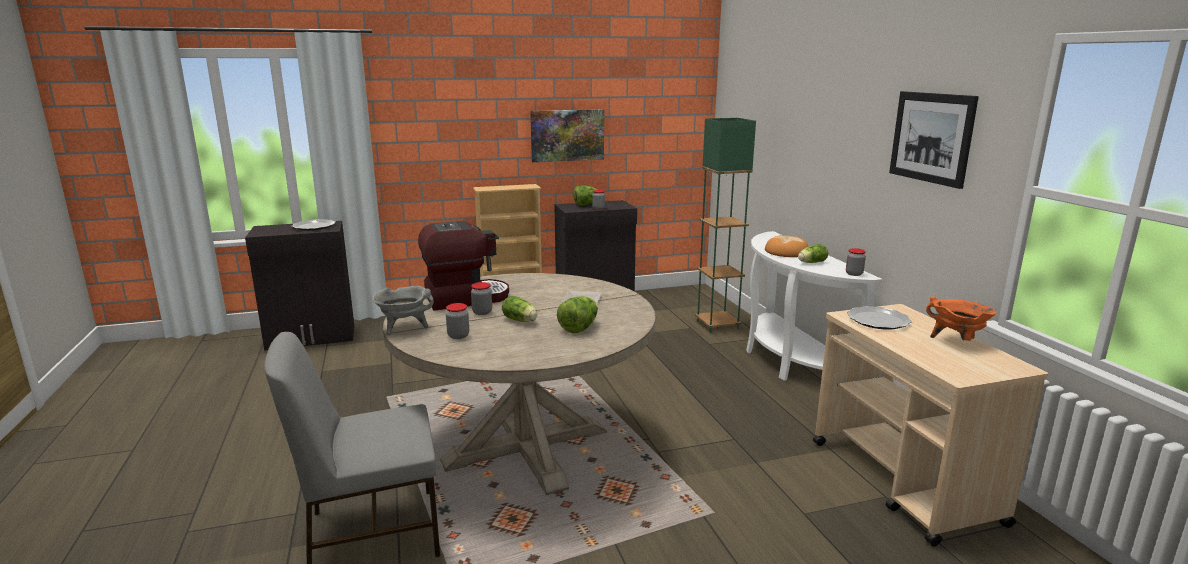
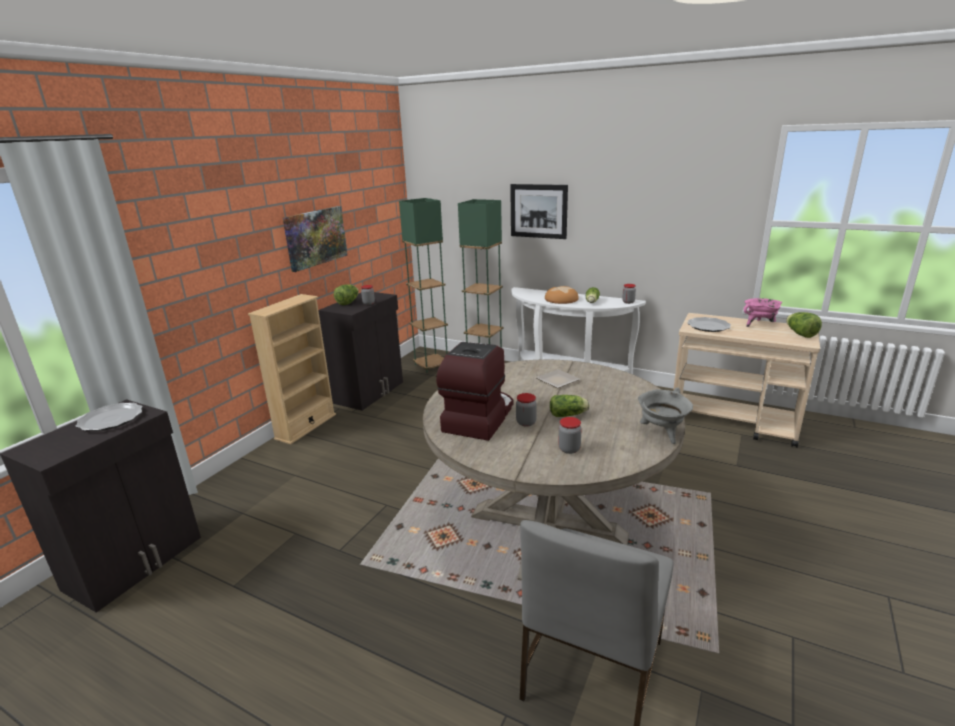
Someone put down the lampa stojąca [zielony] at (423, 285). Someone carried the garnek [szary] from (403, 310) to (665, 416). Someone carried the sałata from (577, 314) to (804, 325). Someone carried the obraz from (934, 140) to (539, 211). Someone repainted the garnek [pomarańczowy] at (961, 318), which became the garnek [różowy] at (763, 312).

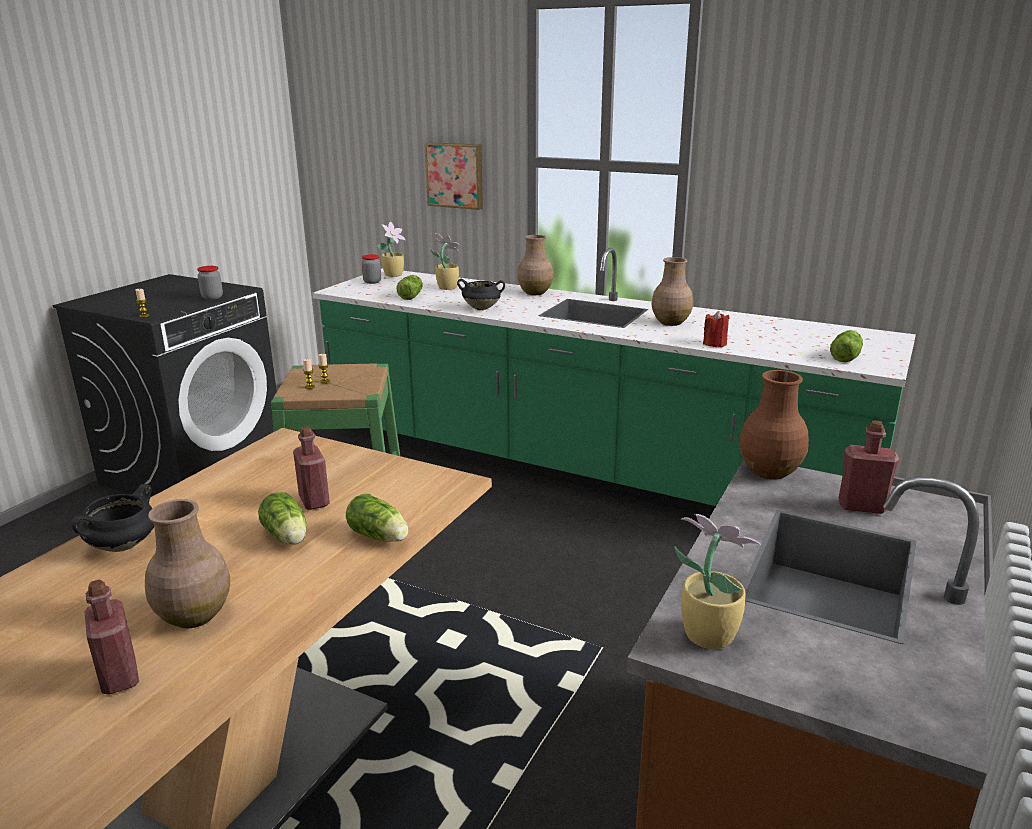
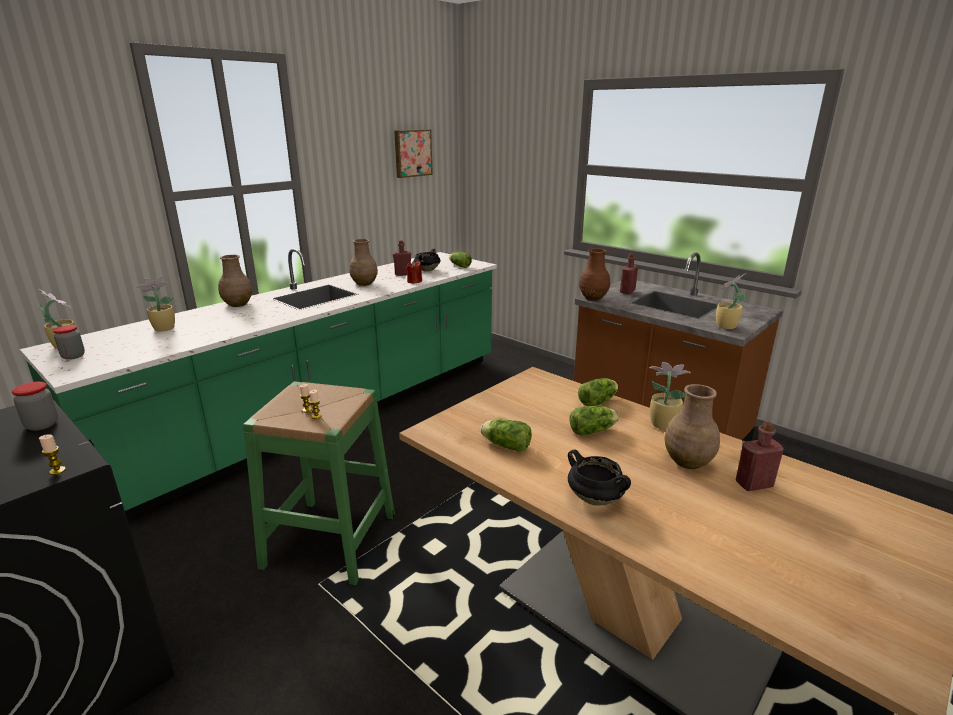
Someone put down the roślina doniczkowa at (670, 396). Someone carried the butelka [czerwony] from (311, 468) to (402, 258). Someone carried the sałata from (409, 287) to (505, 435). Someone carried the obraz from (453, 176) to (413, 153). Someone carried the garnek [czarny] from (481, 294) to (427, 260).

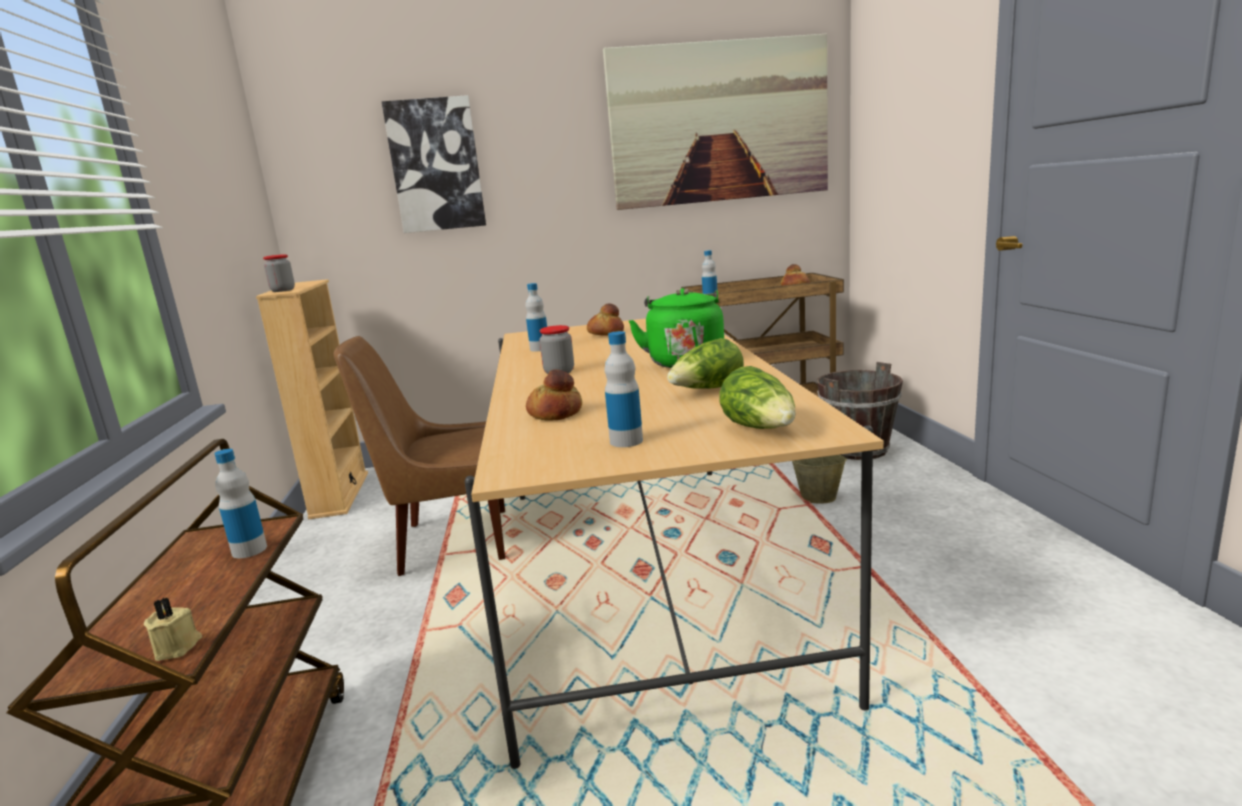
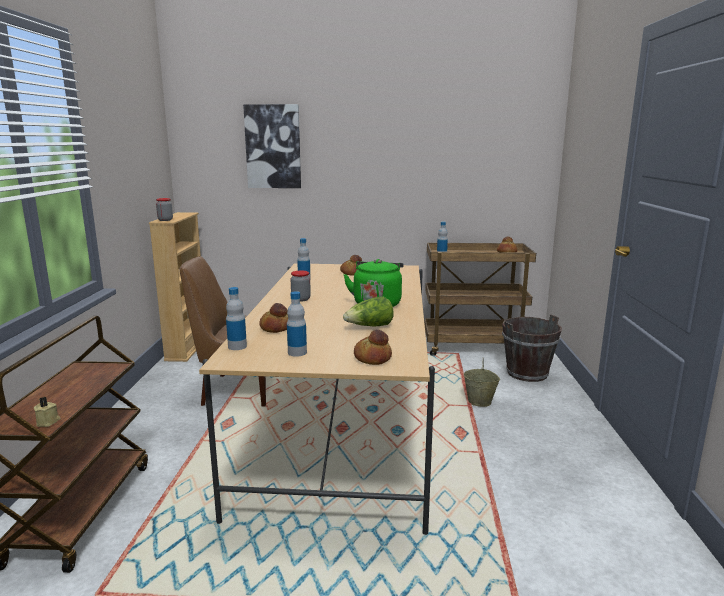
Someone took away the obraz at (715, 121). Someone carried the butelka from (240, 503) to (236, 318). Someone swapped the sałata at (758, 397) for the chleb at (373, 347).

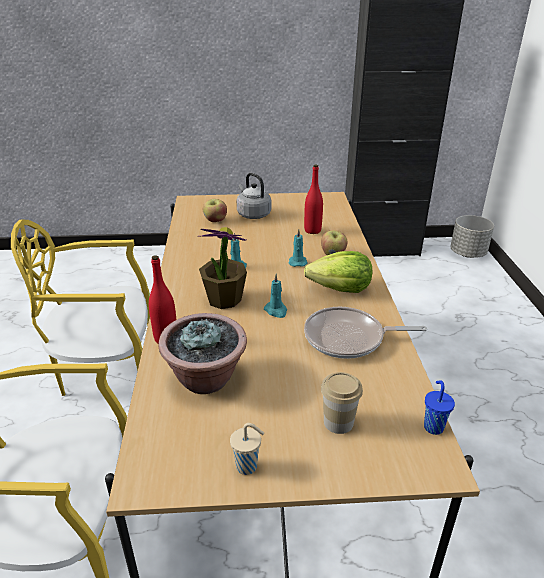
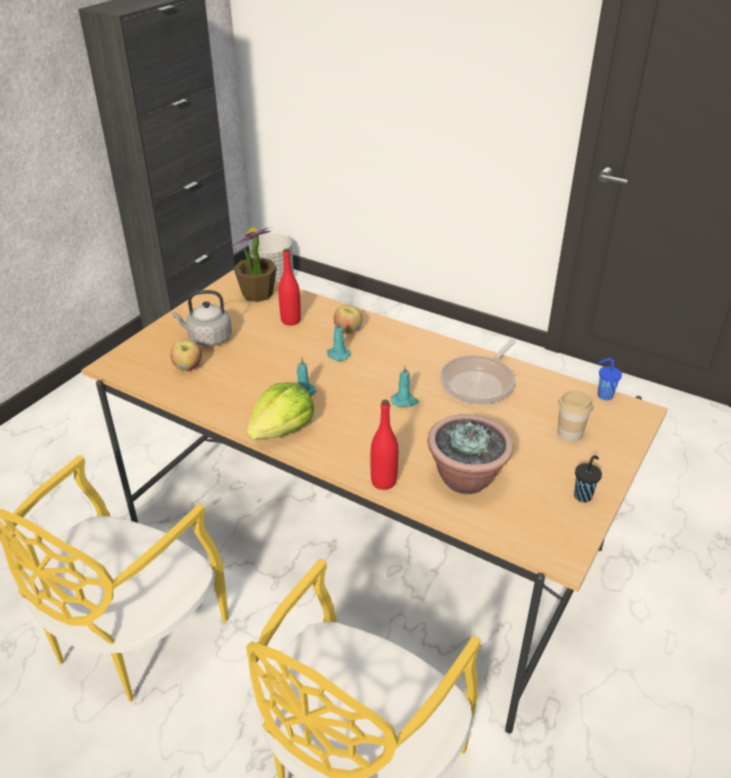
Someone carried the roślina doniczkowa from (223, 268) to (254, 264). Someone carried the sałata from (338, 272) to (280, 411). Someone repainted the filiżanka [beżowy] at (247, 449), which became the filiżanka [czarny] at (588, 478).

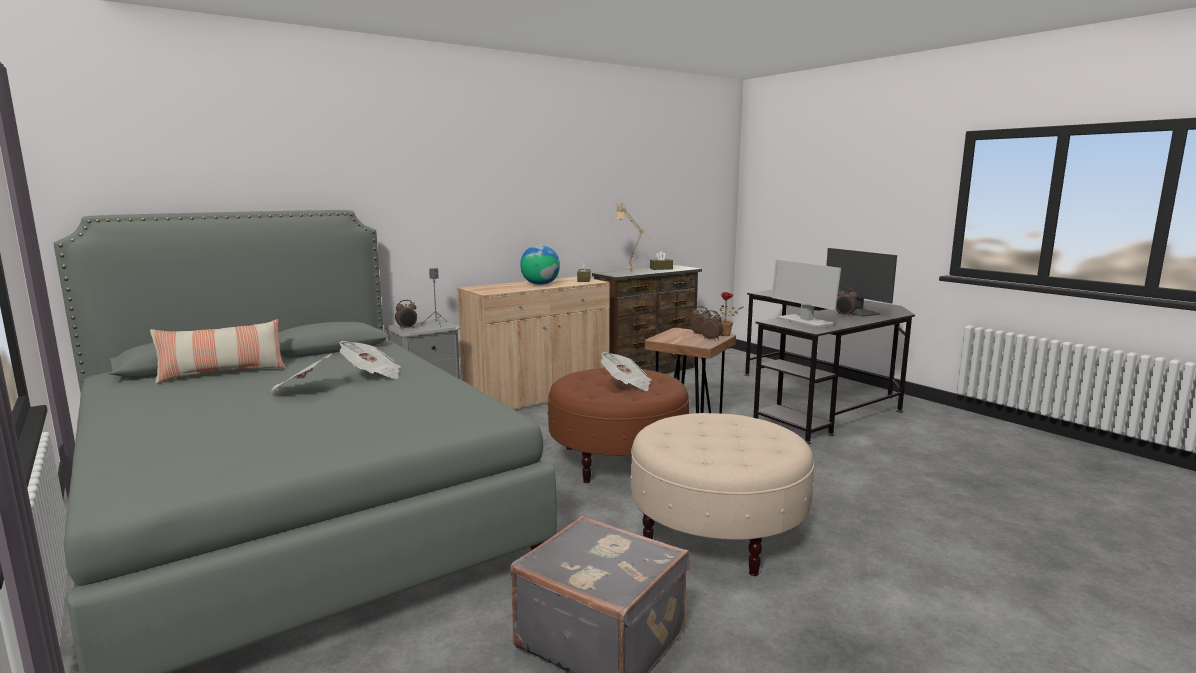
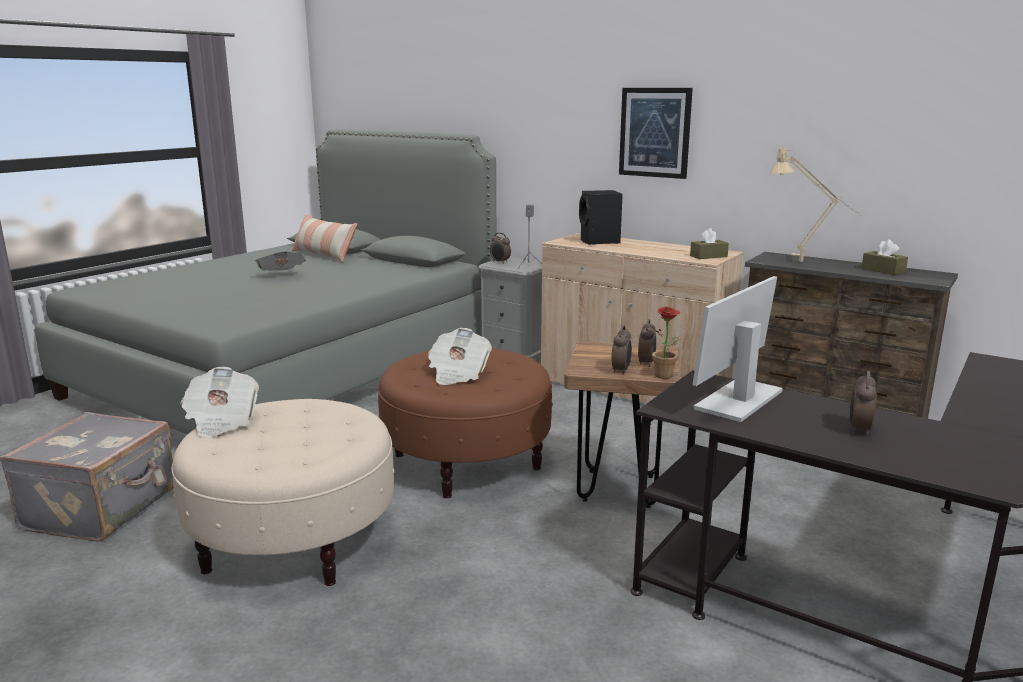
Someone took away the globus at (540, 265). Someone took away the monitor at (861, 282). Someone put down the głośnik [czarny] at (601, 217). Someone put up the obraz at (656, 133). Someone carried the gazeta from (370, 360) to (220, 402).

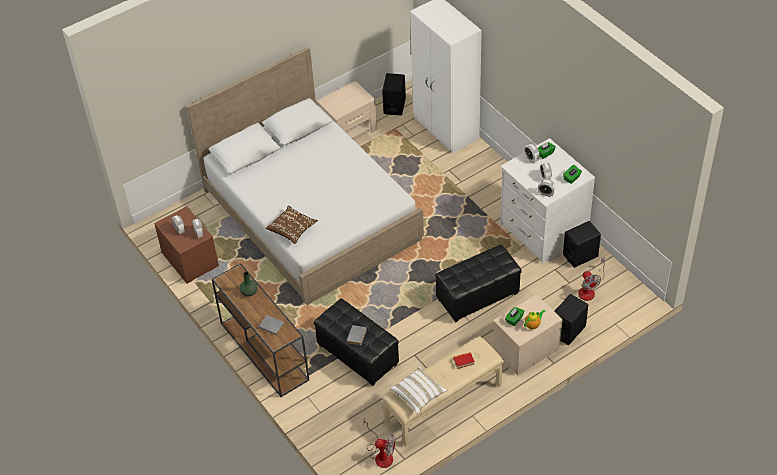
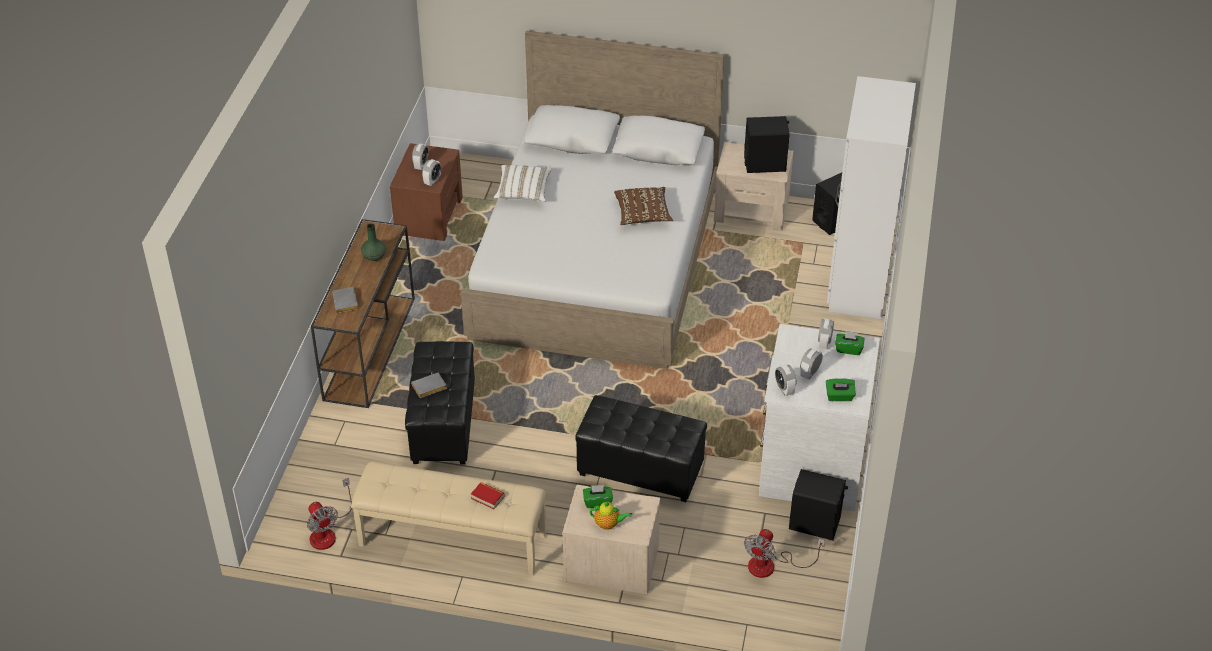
Someone carried the poduszka [brązowy] from (292, 224) to (643, 206). Someone carried the poduszka [biały] from (418, 390) to (523, 183). Someone carried the głośnik [czarny] from (571, 319) to (766, 144).

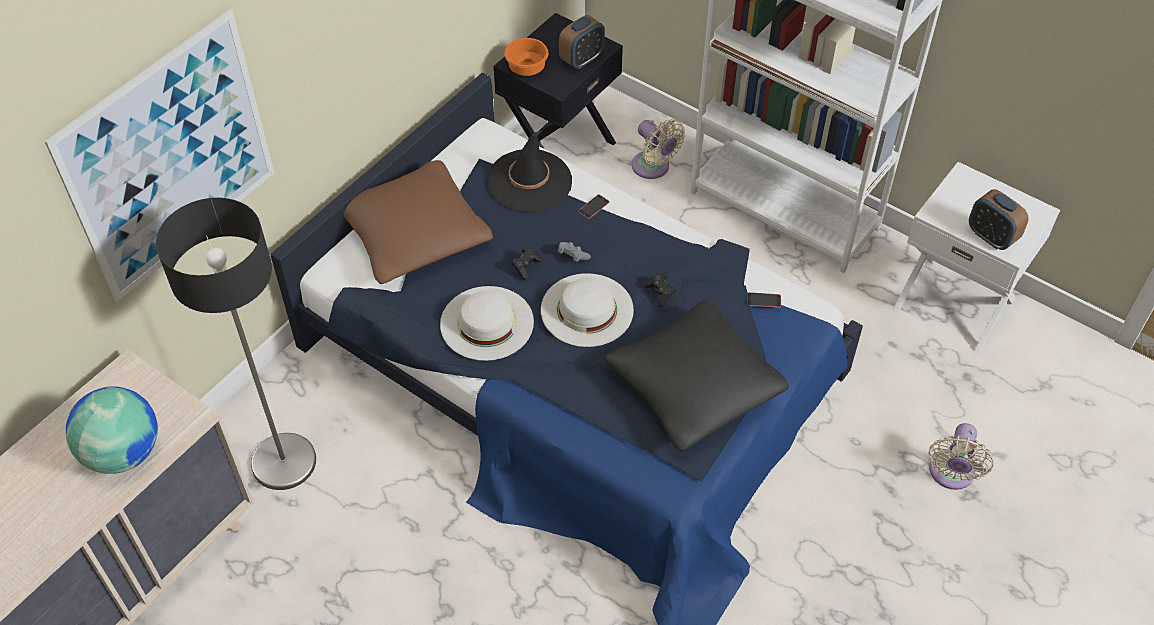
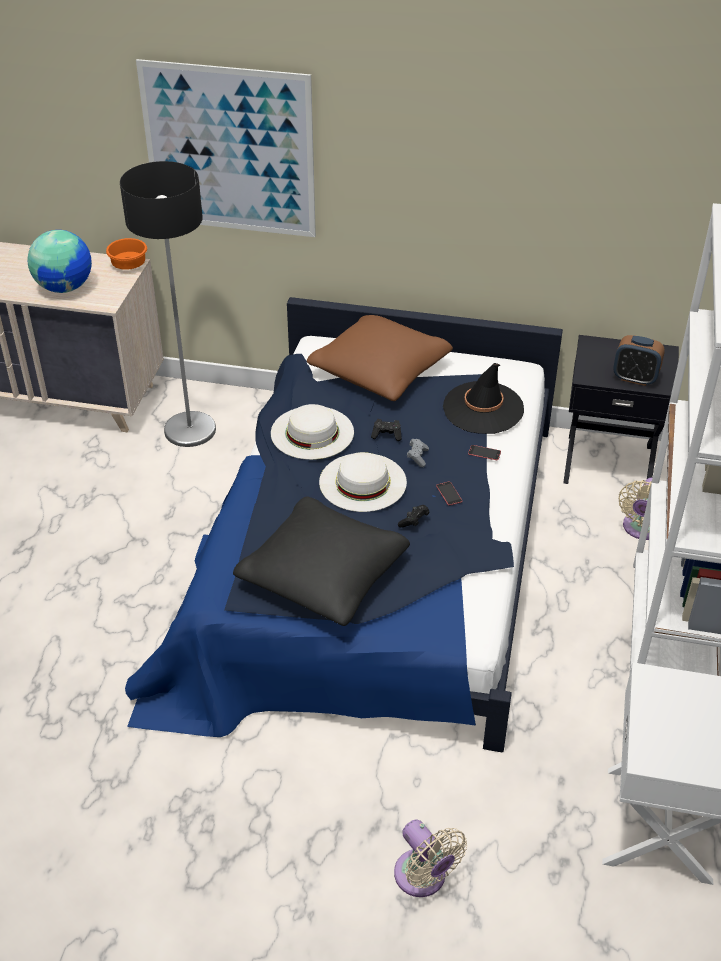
Someone took away the budzik at (998, 219). Someone carried the miska [pomarańczowy] from (526, 57) to (126, 254). Someone carried the telefon from (764, 300) to (449, 493). Someone rotated the wentylator [beżowy] at (961, 456) by 120 degrees counterclockwise.

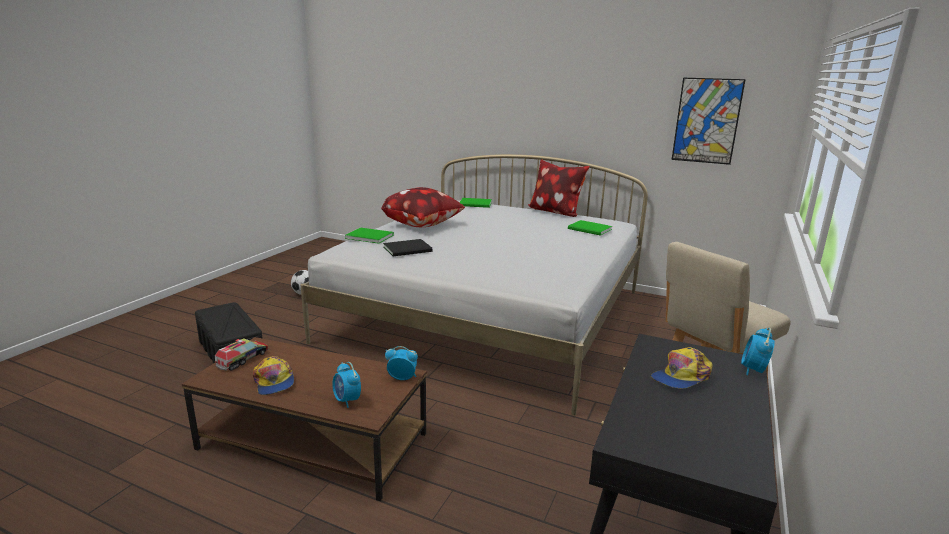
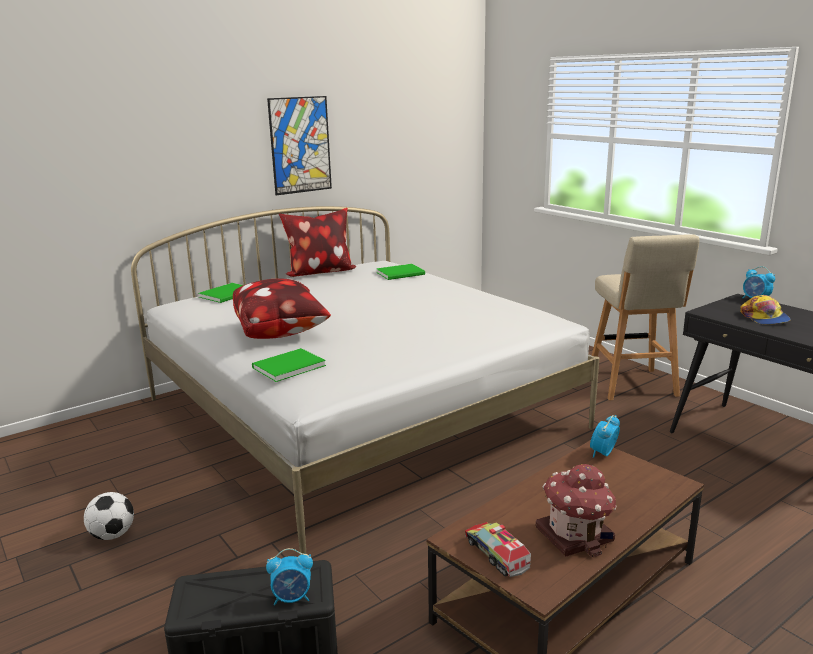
Someone took away the książka [czarny] at (407, 247). Someone carried the budzik from (346, 385) to (289, 576). Someone carried the obraz from (709, 121) to (299, 145). Someone swapped the czapka z daszkiem at (273, 375) for the domek at (576, 510).

